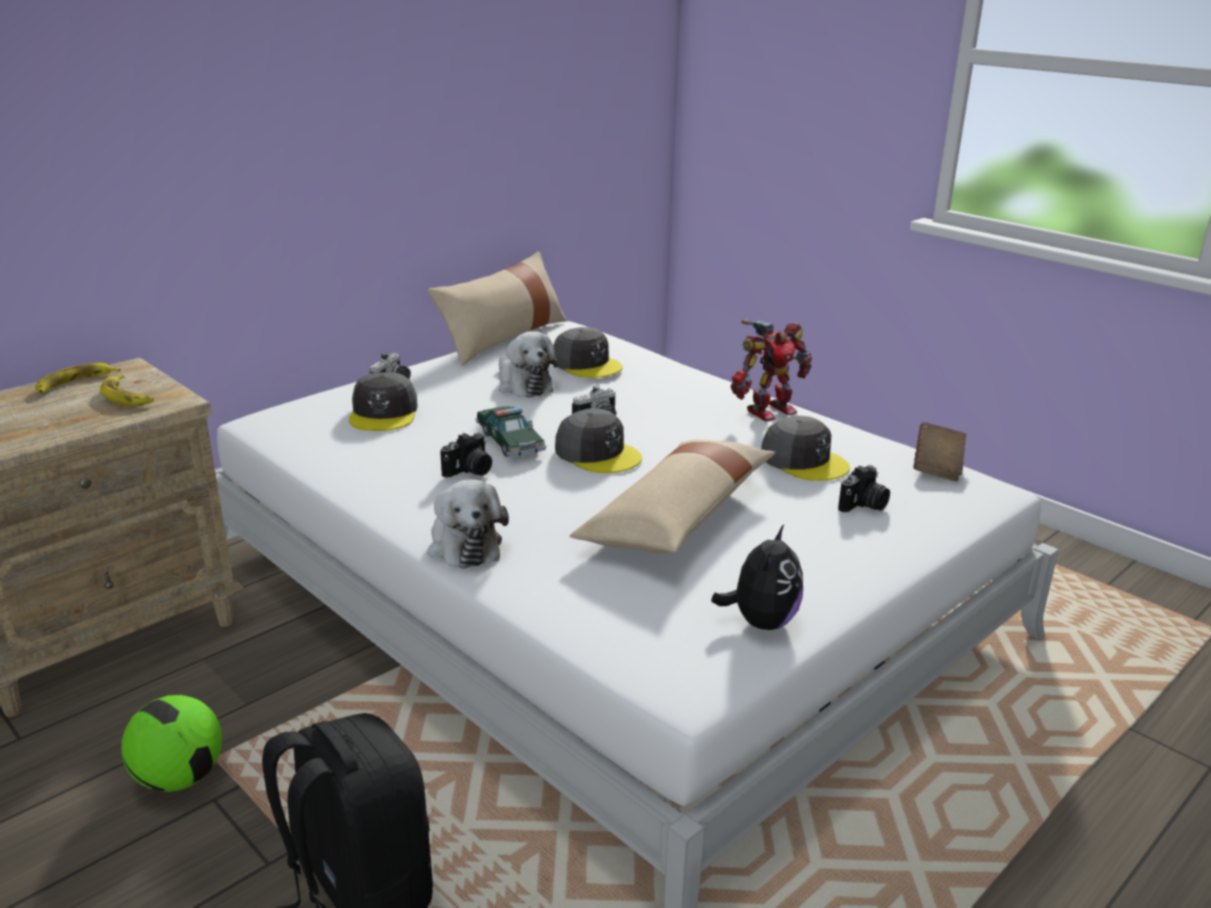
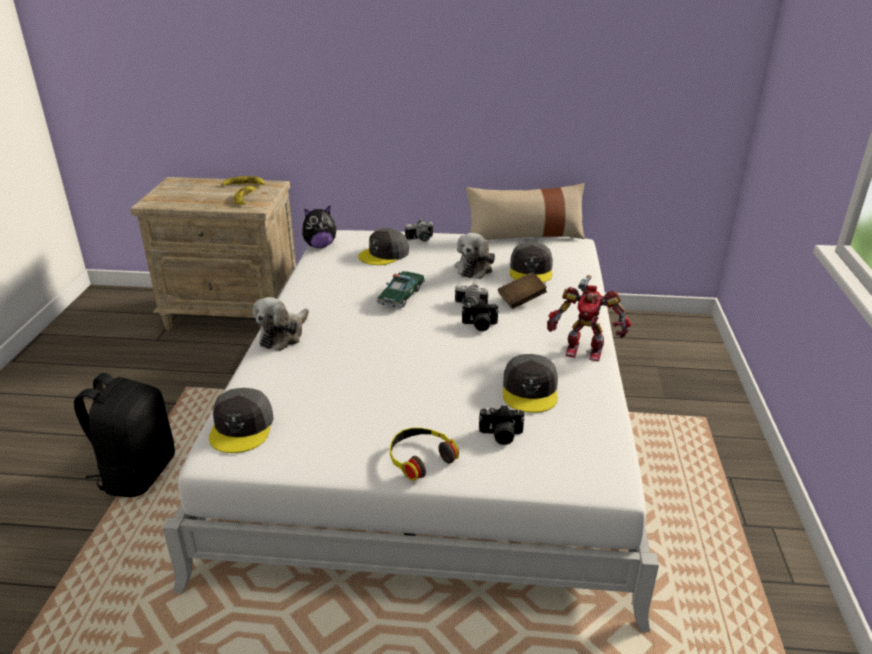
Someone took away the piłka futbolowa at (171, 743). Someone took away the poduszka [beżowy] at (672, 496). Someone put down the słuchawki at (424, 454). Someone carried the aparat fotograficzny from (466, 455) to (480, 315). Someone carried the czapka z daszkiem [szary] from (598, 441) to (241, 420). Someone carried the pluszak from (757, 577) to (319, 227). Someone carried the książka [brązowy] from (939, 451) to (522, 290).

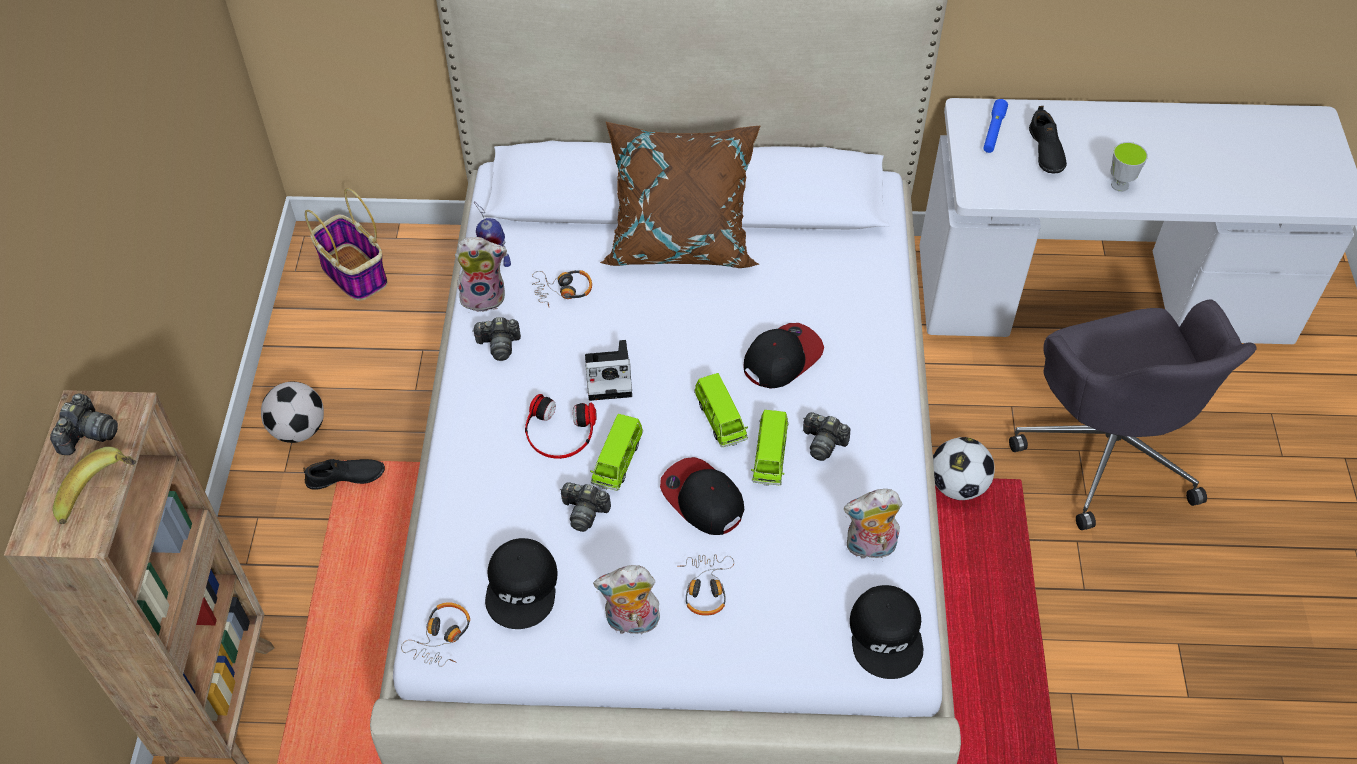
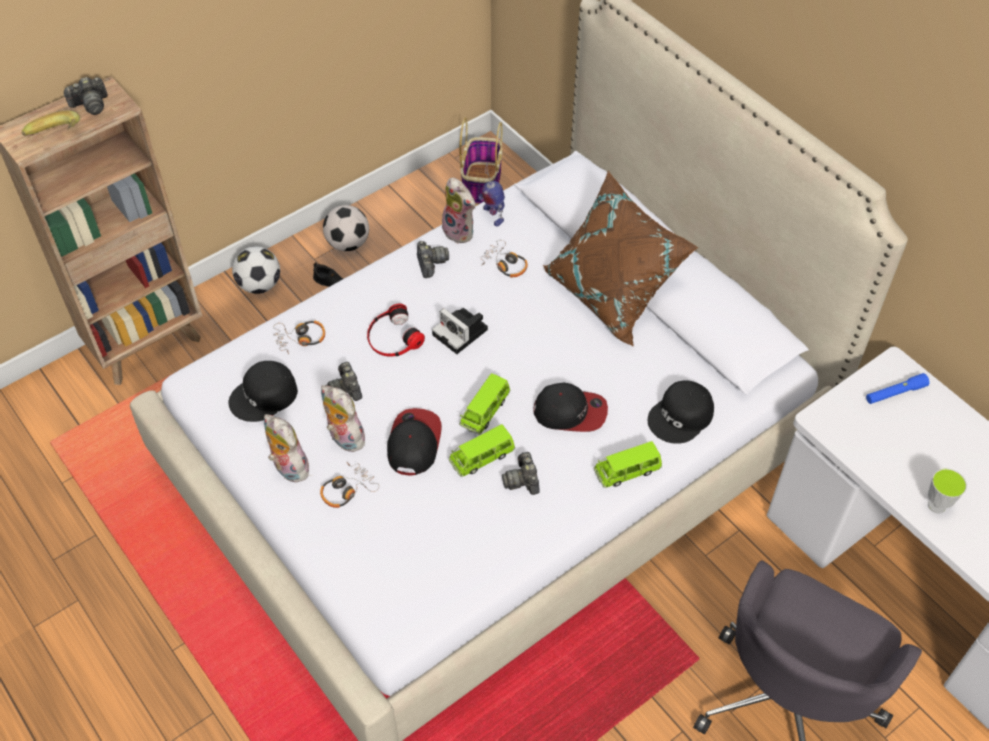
Someone took away the but [czarny] at (1048, 139). Someone carried the słuchawki from (435, 634) to (299, 338). Someone carried the samochodzik [zielony] from (616, 452) to (628, 464). Someone carried the pluszak from (873, 524) to (343, 418). Someone carried the czapka z daszkiem [czarny] from (886, 632) to (680, 412). Someone carried the piłka futbolowa from (963, 468) to (256, 270). Someone rotated the aparat fotograficzny at (497, 339) by 150 degrees counterclockwise.

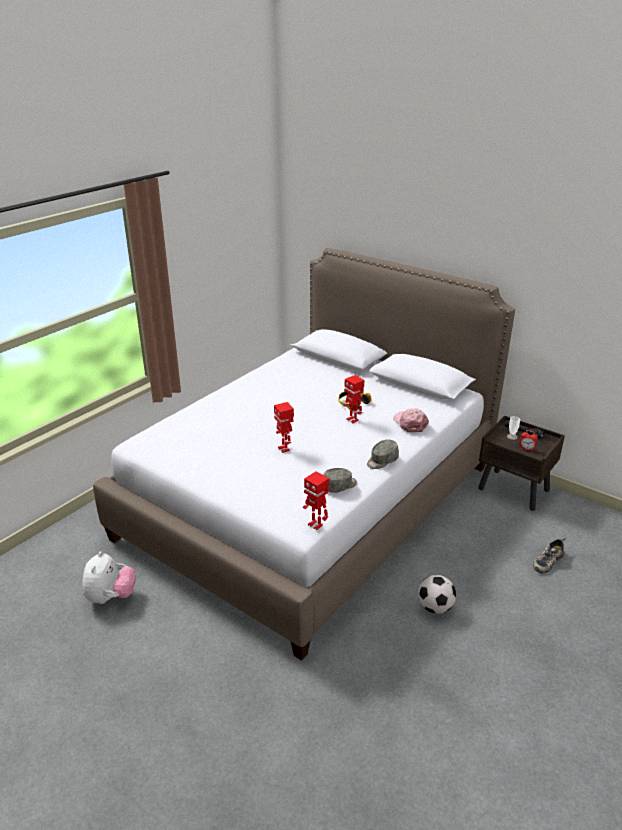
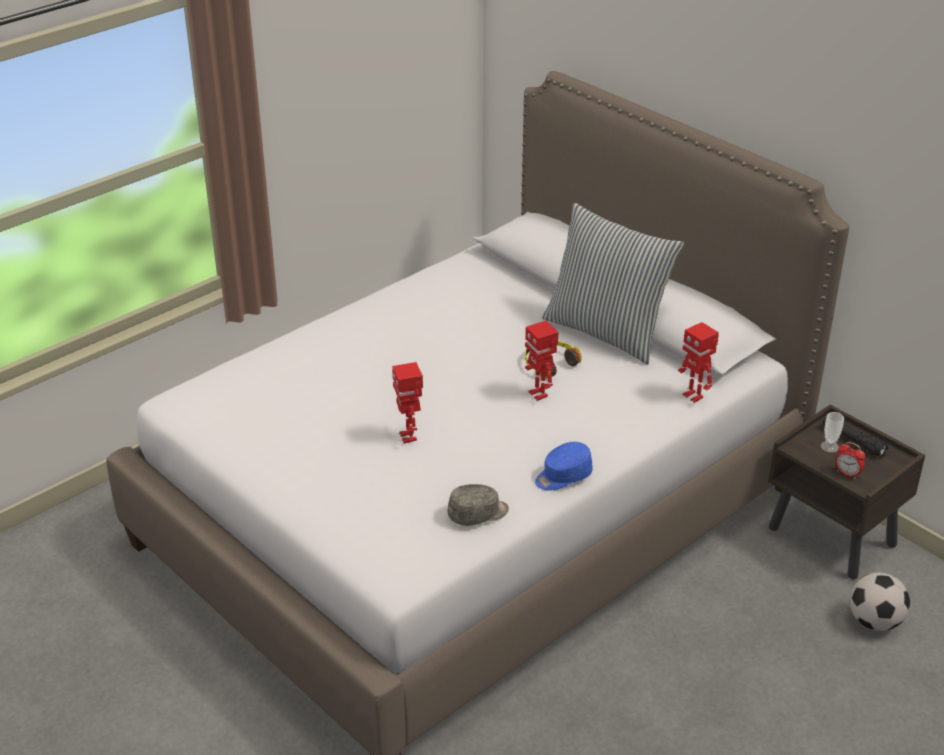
Someone took away the pluszak at (109, 577). Someone took away the czapka z daszkiem [różowy] at (411, 420). Someone took away the but at (549, 555). Someone put down the poduszka at (613, 284). Someone carried the robot zabawkowy from (316, 500) to (698, 362). Someone carried the piłka futbolowa from (437, 594) to (880, 602). Someone repainted the czapka z daszkiem [szary] at (383, 454), which became the czapka z daszkiem [niebieski] at (563, 466).

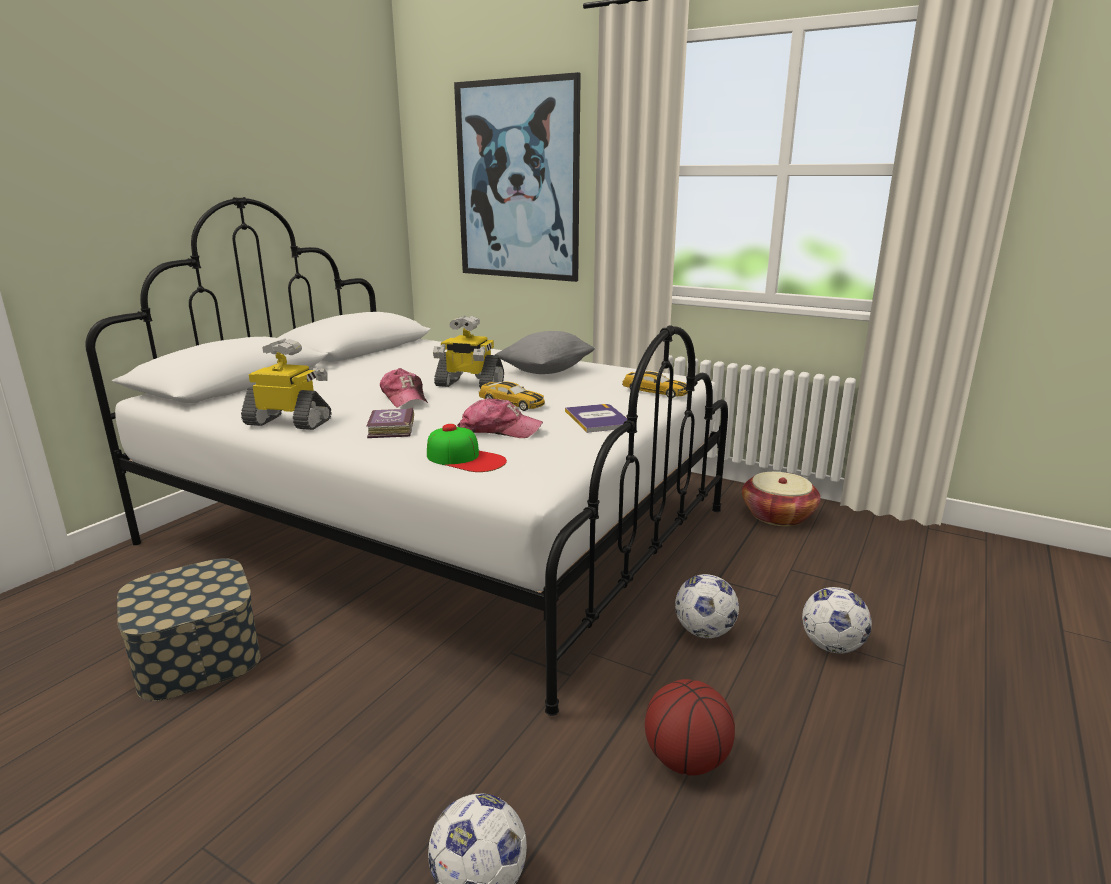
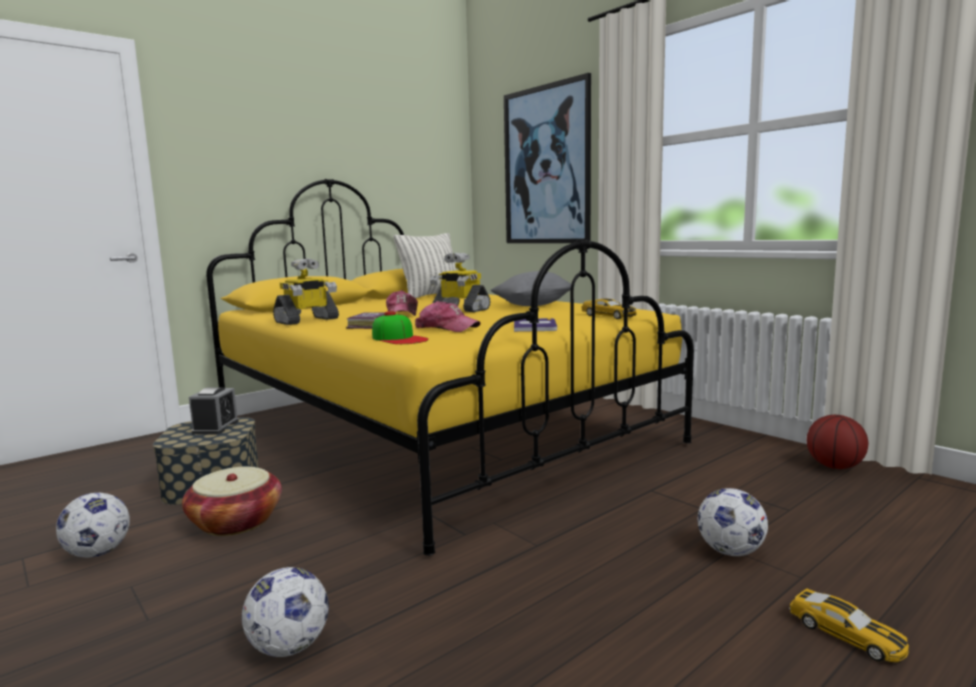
Someone put down the budzik at (214, 410). Someone put down the poduszka at (426, 265). Someone carried the samochodzik from (512, 396) to (849, 625). Someone carried the piłka do koszykówki from (690, 727) to (837, 442). Someone carried the piłka futbolowa from (707, 606) to (93, 525). Someone carried the koszyk from (781, 499) to (232, 501). Someone repainted the łóżko [biały] at (406, 456), which became the łóżko [żółty] at (450, 367). Someone rotated the robot zabawkowy at (286, 384) by 105 degrees clockwise.

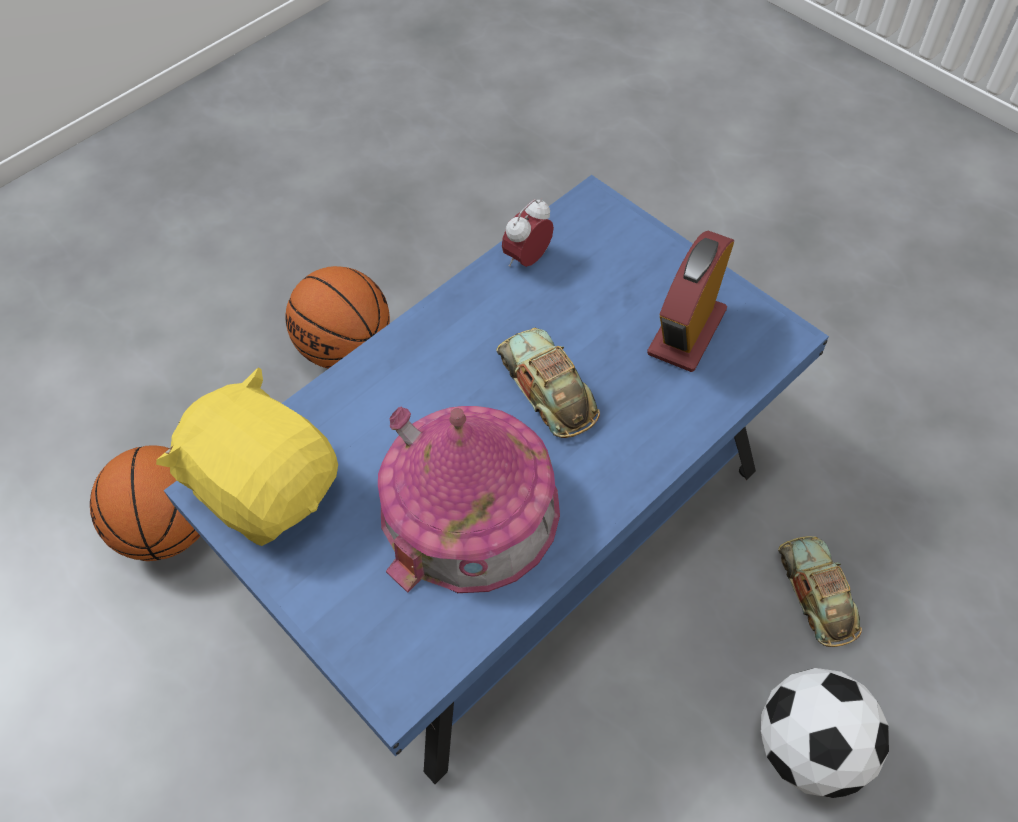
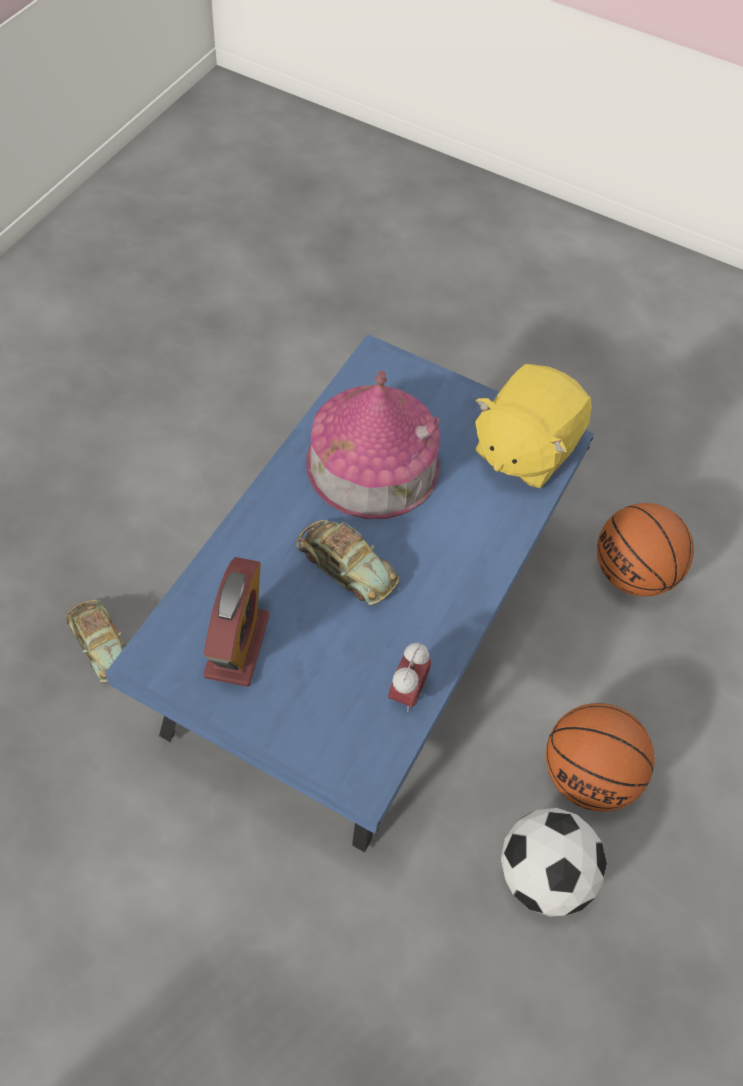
Someone carried the piłka futbolowa from (825, 733) to (554, 862). Someone rotated the pluszak [żółty] at (247, 457) by 105 degrees clockwise.

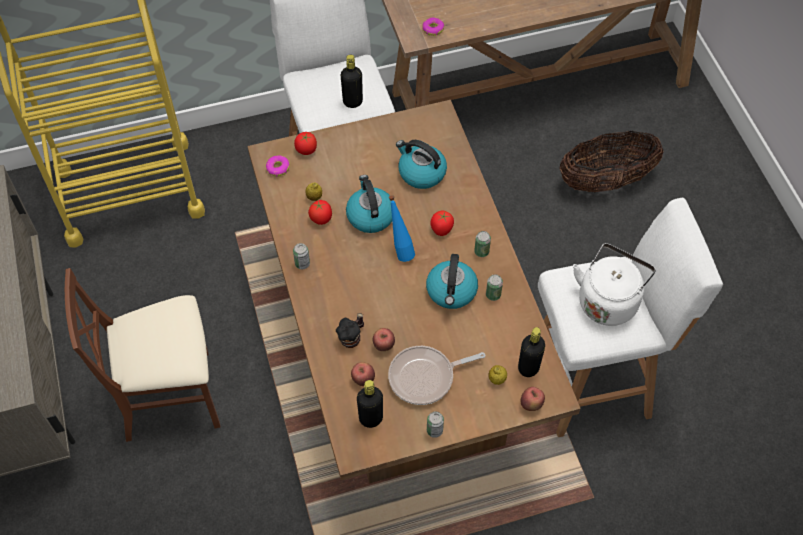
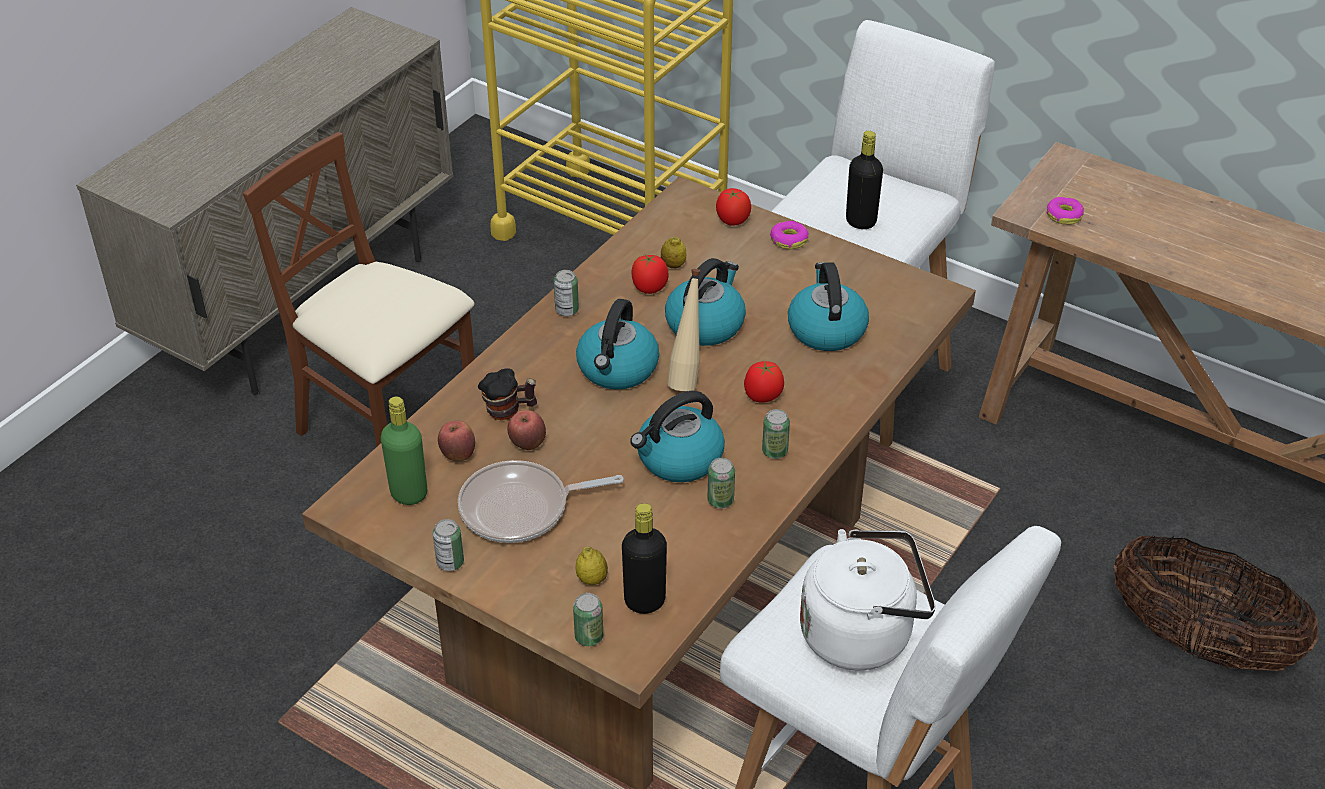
Someone put down the czajnik at (617, 344). Someone carried the donut from (277, 166) to (789, 235). Someone swapped the jabłko at (533, 399) for the puszka at (588, 619). Someone repainted the butelka [czarny] at (370, 404), which became the butelka [zielony] at (404, 450). Someone repainted the butelka [niebieski] at (402, 228), which became the butelka [beżowy] at (684, 330). Someone rotated the patelnia at (436, 375) by 45 degrees counterclockwise.

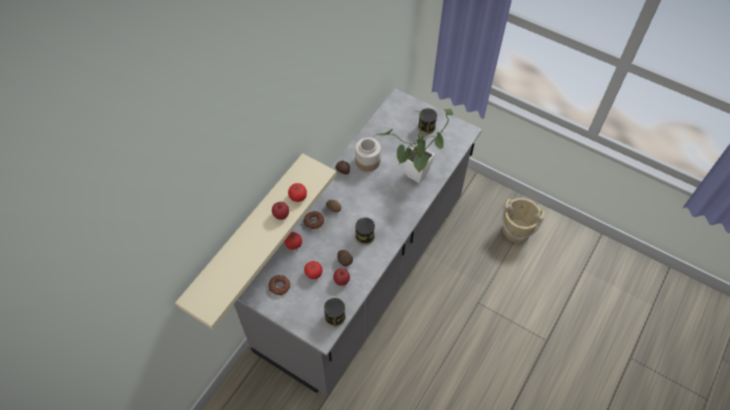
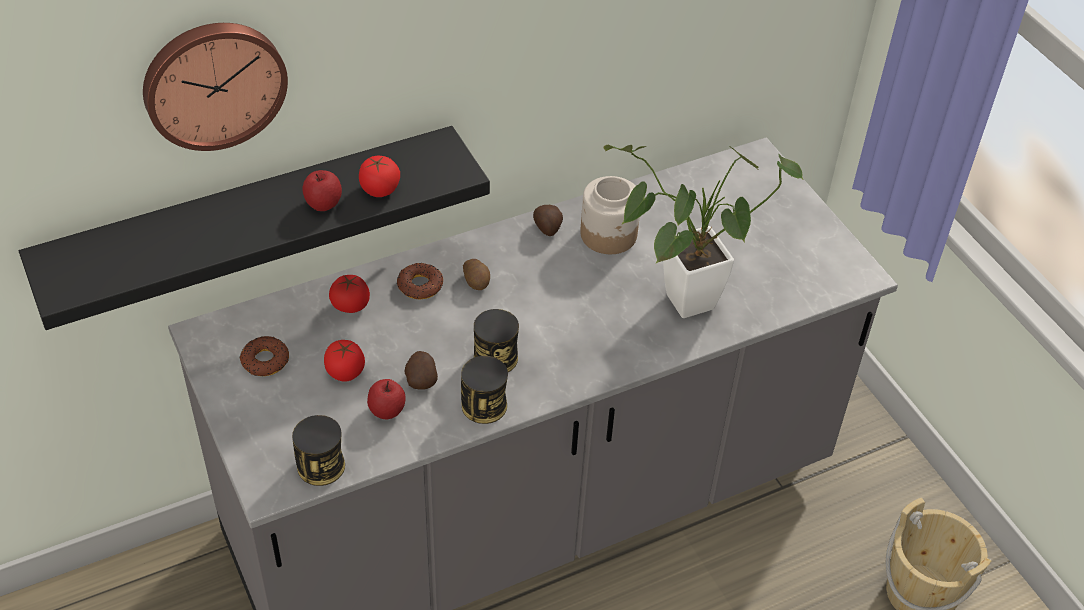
Someone put up the zegar ścienny at (215, 87). Someone carried the puszka from (427, 121) to (484, 390). Someone repainted the półka [beżowy] at (256, 241), which became the półka [czarny] at (254, 228).

